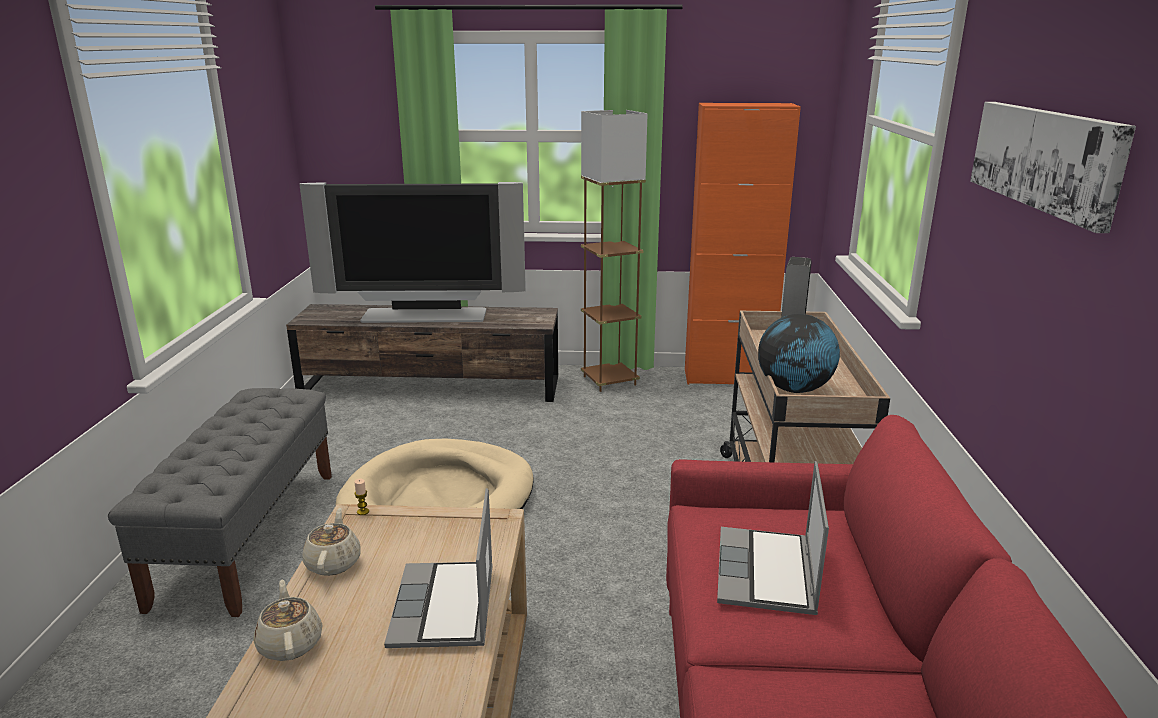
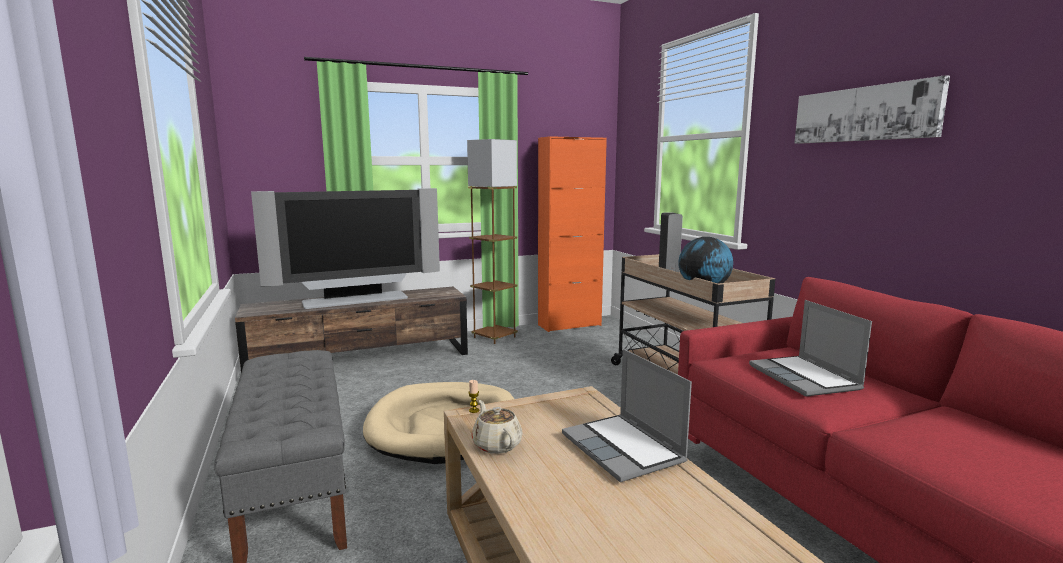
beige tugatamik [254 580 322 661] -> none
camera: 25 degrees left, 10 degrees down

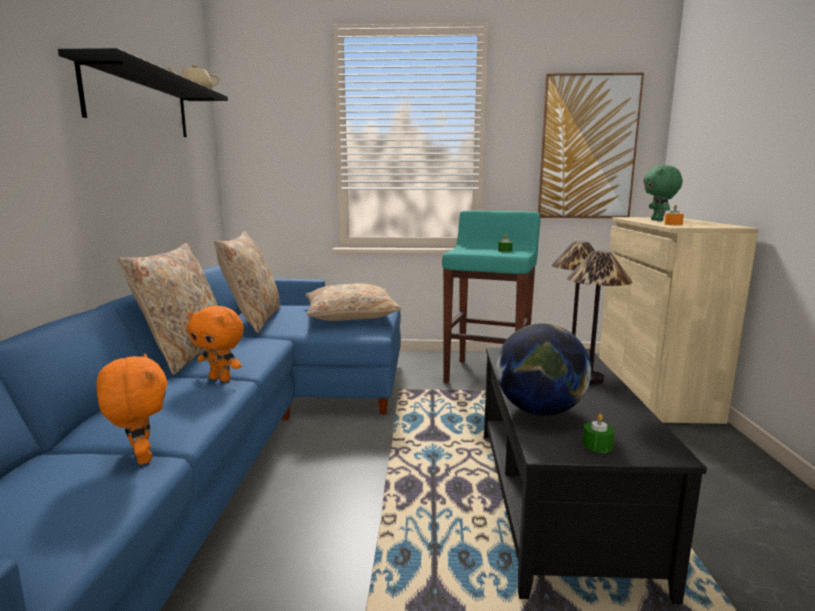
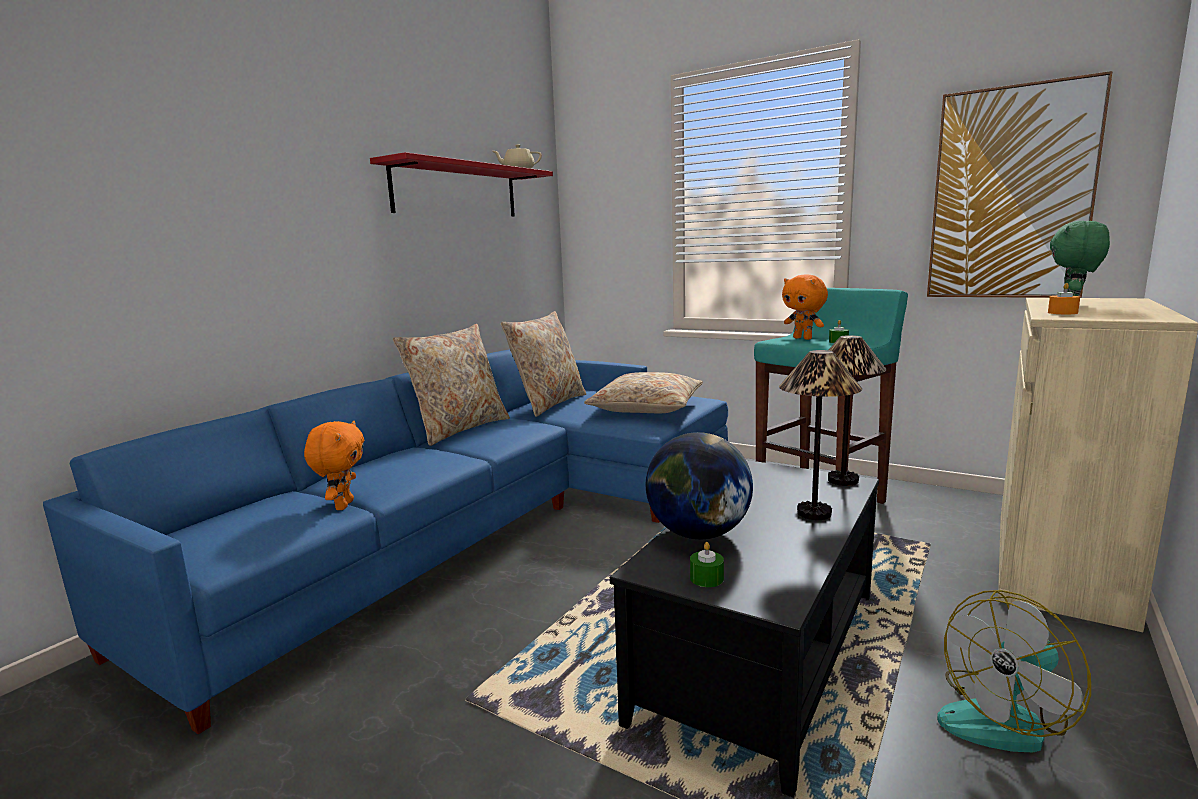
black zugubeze [58 48 228 137] -> red zugubeze [370 152 553 217]
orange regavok [188 306 244 382] -> orange regavok [782 275 828 340], relocated
none -> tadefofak [937 590 1091 752]
camera: 30 degrees right, 0 degrees up

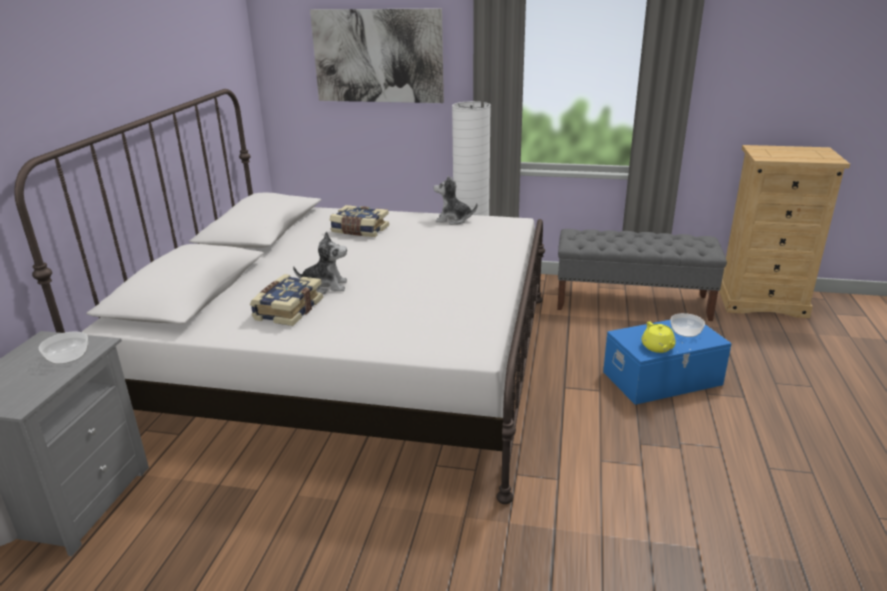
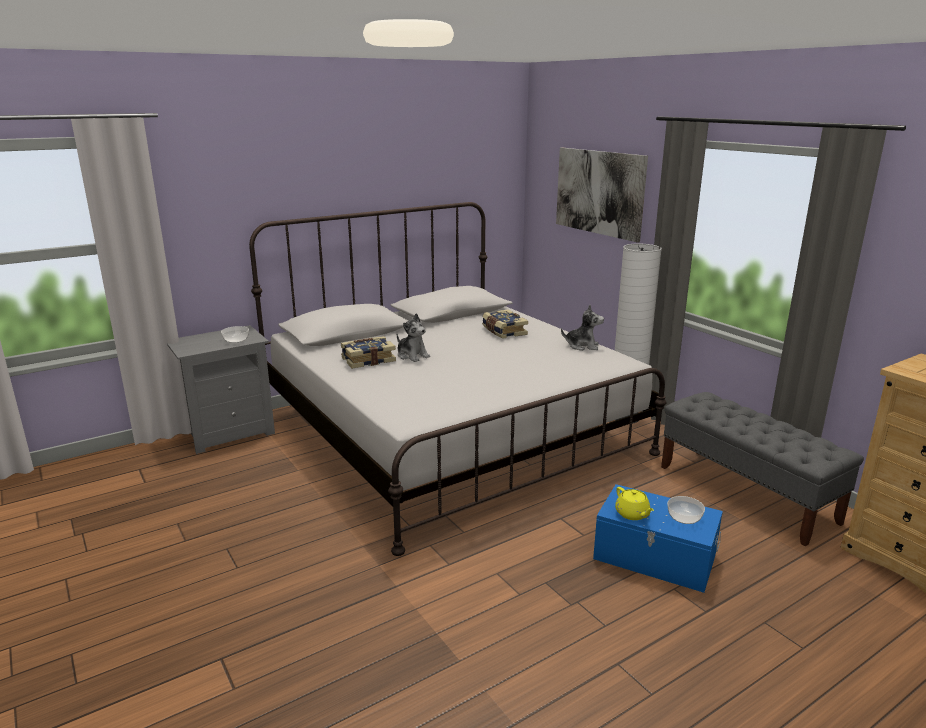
regavok [434 176 477 225] -> regavok [561 305 604 351], 135 degrees clockwise
yellow tugatamik [642 322 675 353] -> yellow tugatamik [615 487 654 520], 60 degrees counterclockwise
camera: 45 degrees right, 5 degrees down

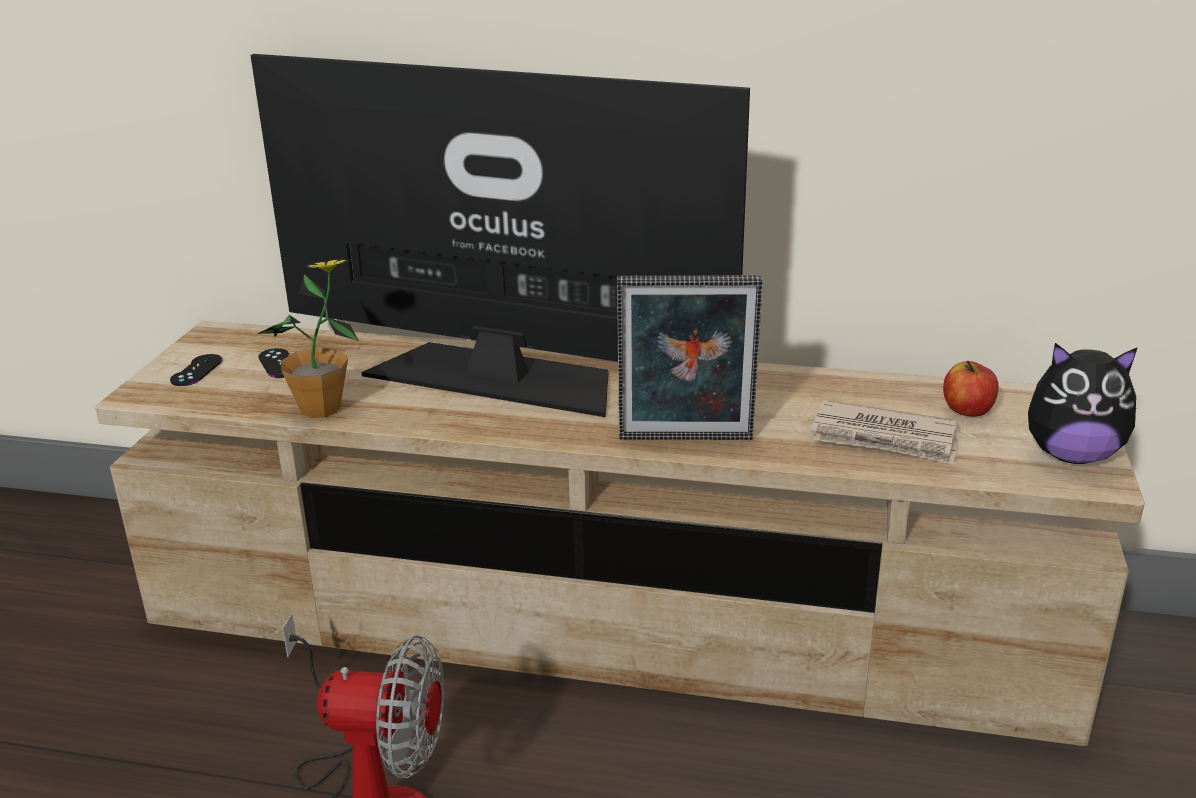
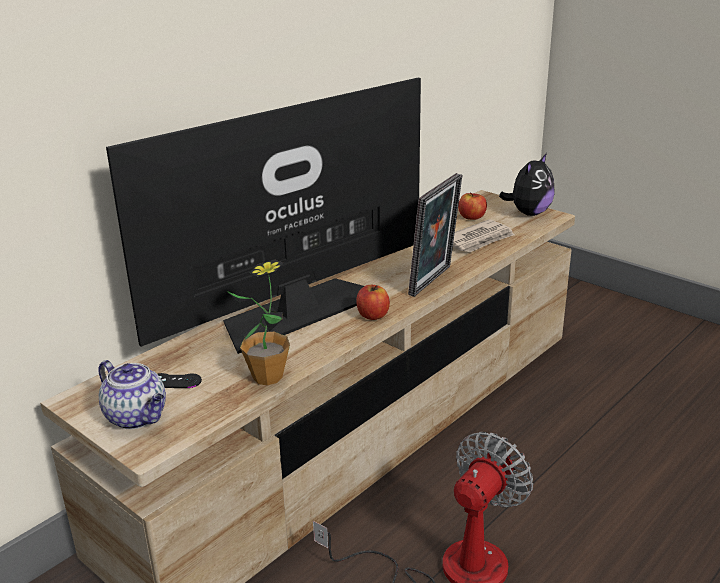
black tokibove [170 354 222 386] -> tugatamik [98 360 166 429]
none -> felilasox [356 285 390 320]
camera: 60 degrees left, 0 degrees up

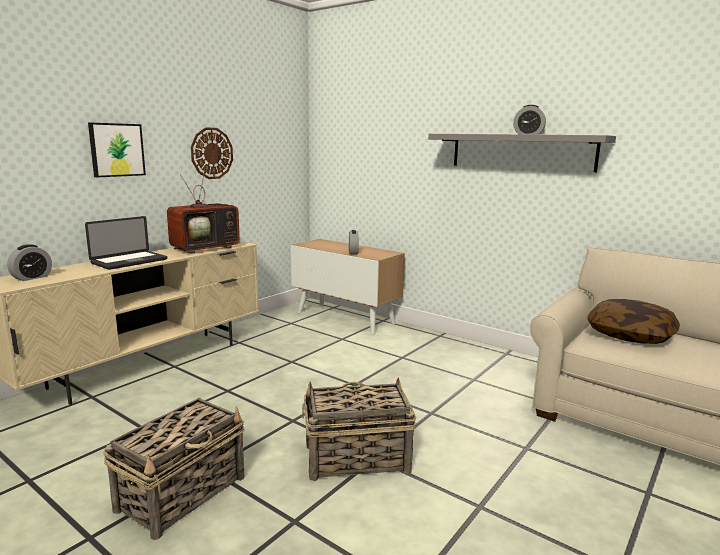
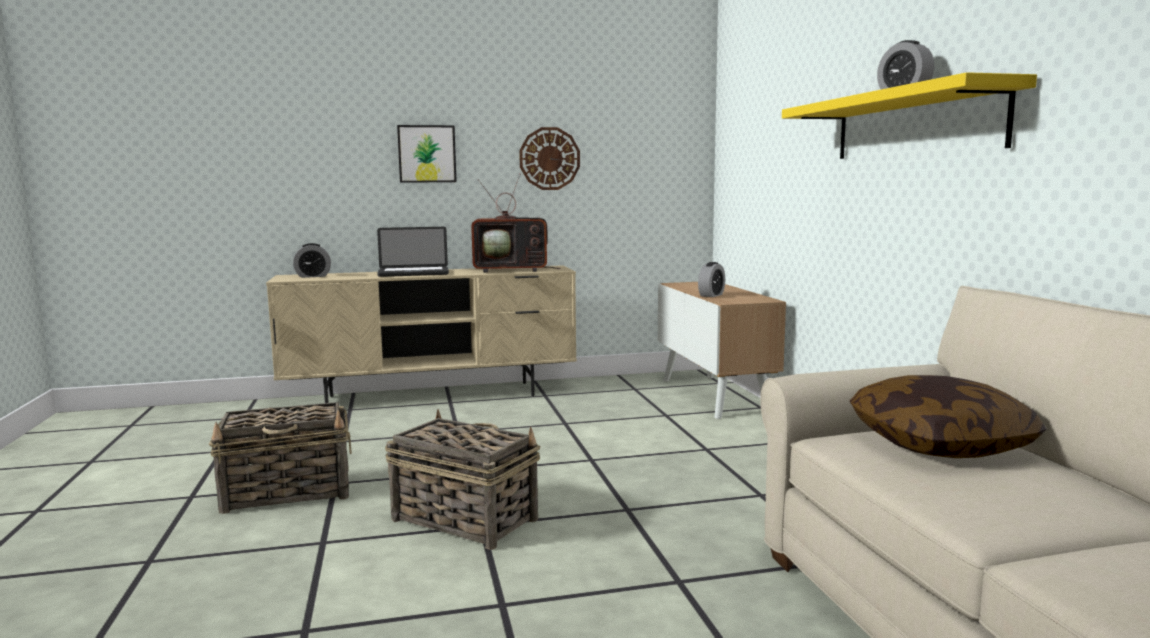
grey zugubeze [428 134 616 172] -> yellow zugubeze [782 72 1037 159]
camera: 40 degrees right, 5 degrees down

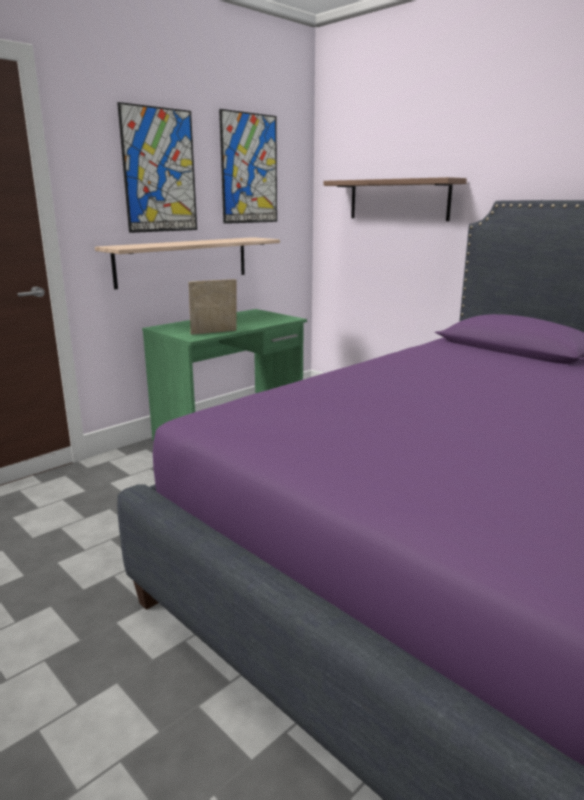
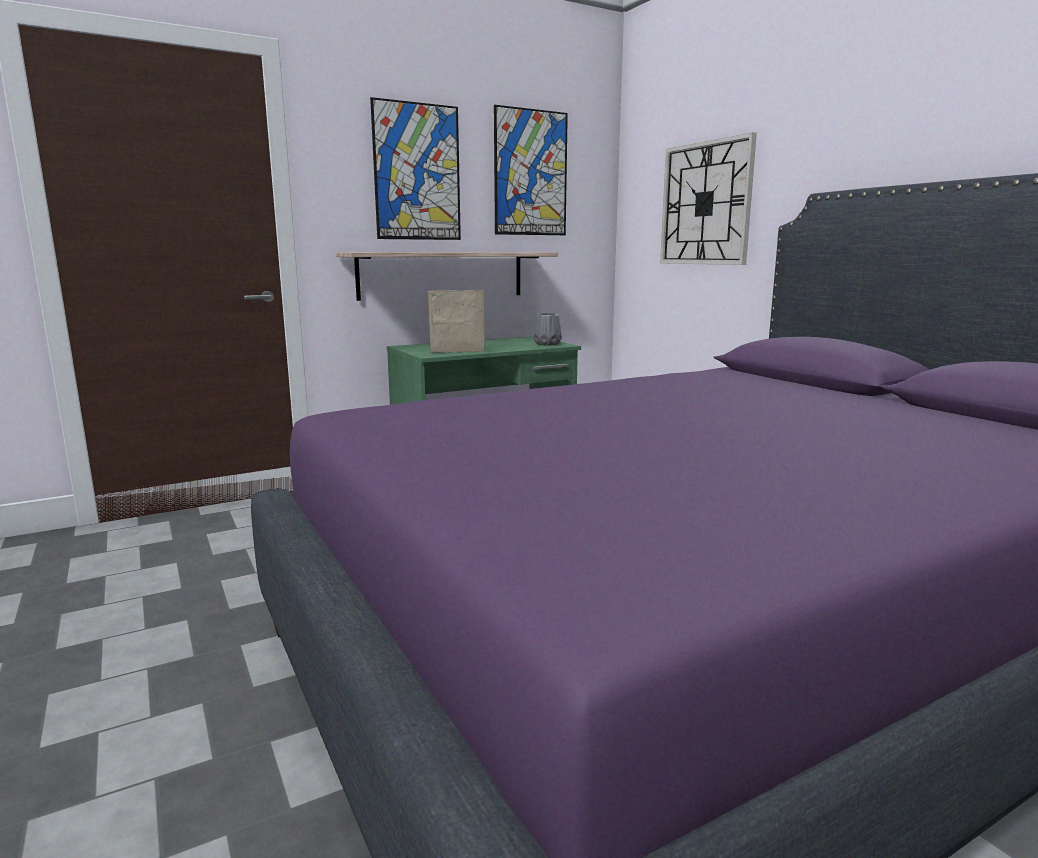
none -> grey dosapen [534 313 562 346]
zugubeze [323 177 467 221] -> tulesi [660 132 757 265]
camera: 15 degrees right, 5 degrees down

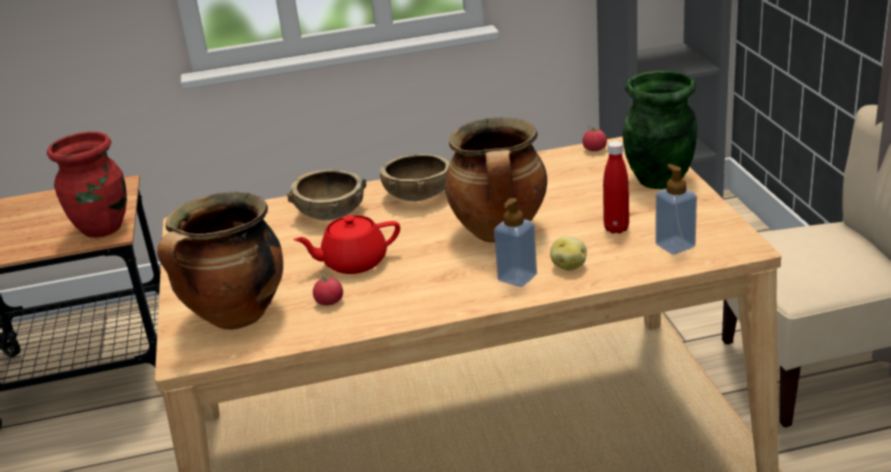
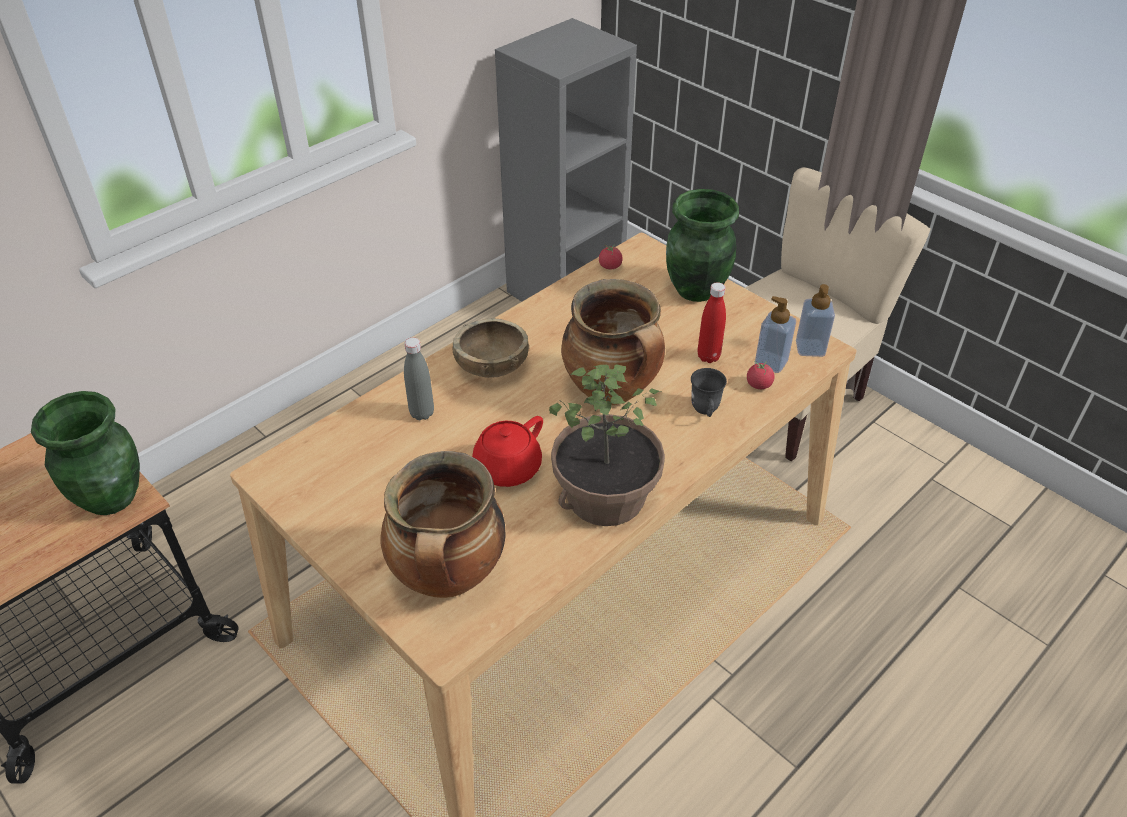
red dosapen [47 132 127 238] -> green dosapen [31 391 140 515]
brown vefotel [287 169 366 220] -> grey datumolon [404 338 434 420]
none -> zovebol [549 364 665 526]
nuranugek [550 236 587 271] -> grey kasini [691 368 727 417]
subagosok [313 273 343 305] -> subagosok [747 361 775 389], relocated
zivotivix [494 198 537 287] -> zivotivix [796 284 835 357], relocated
camera: 35 degrees left, 15 degrees up

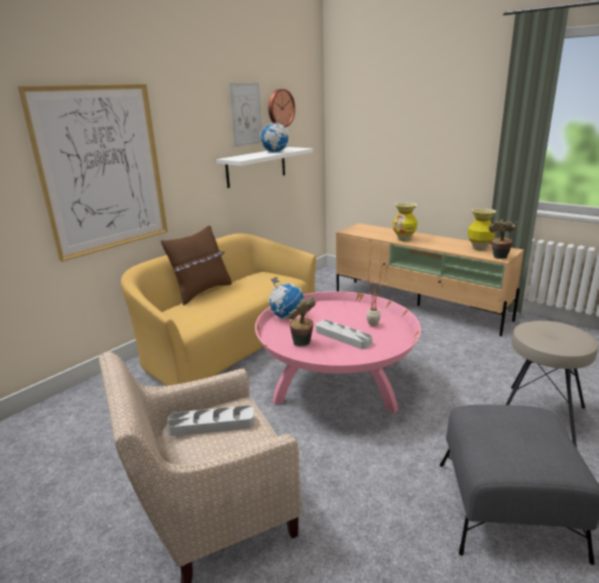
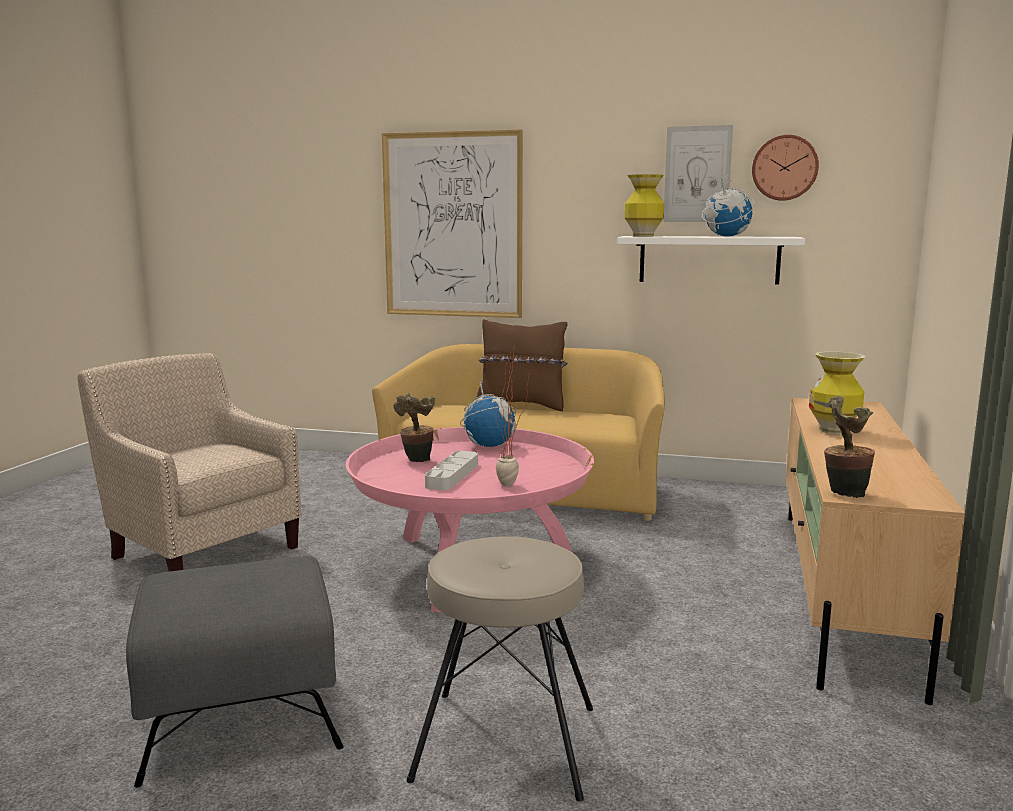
dosapen [468 208 496 251] -> dosapen [624 174 664 237], relocated
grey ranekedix [167 405 255 436] -> none
camera: 65 degrees right, 10 degrees down

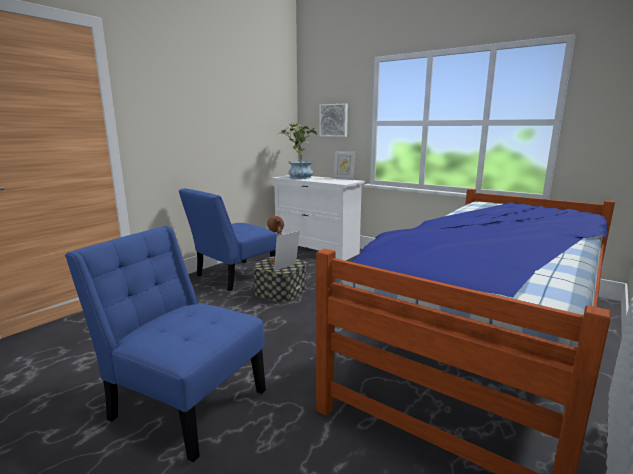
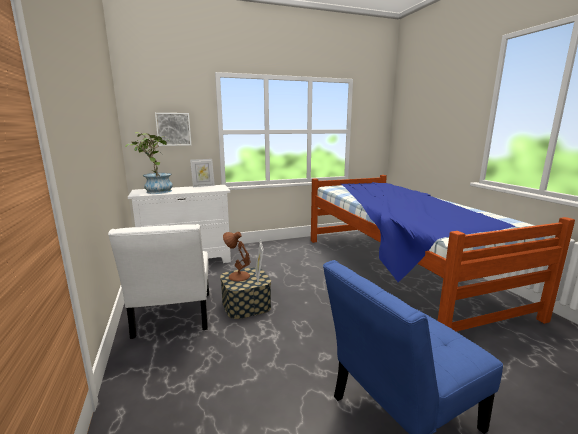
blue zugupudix [179 188 277 291] -> white zugupudix [108 224 209 339]
camera: 55 degrees left, 0 degrees up

